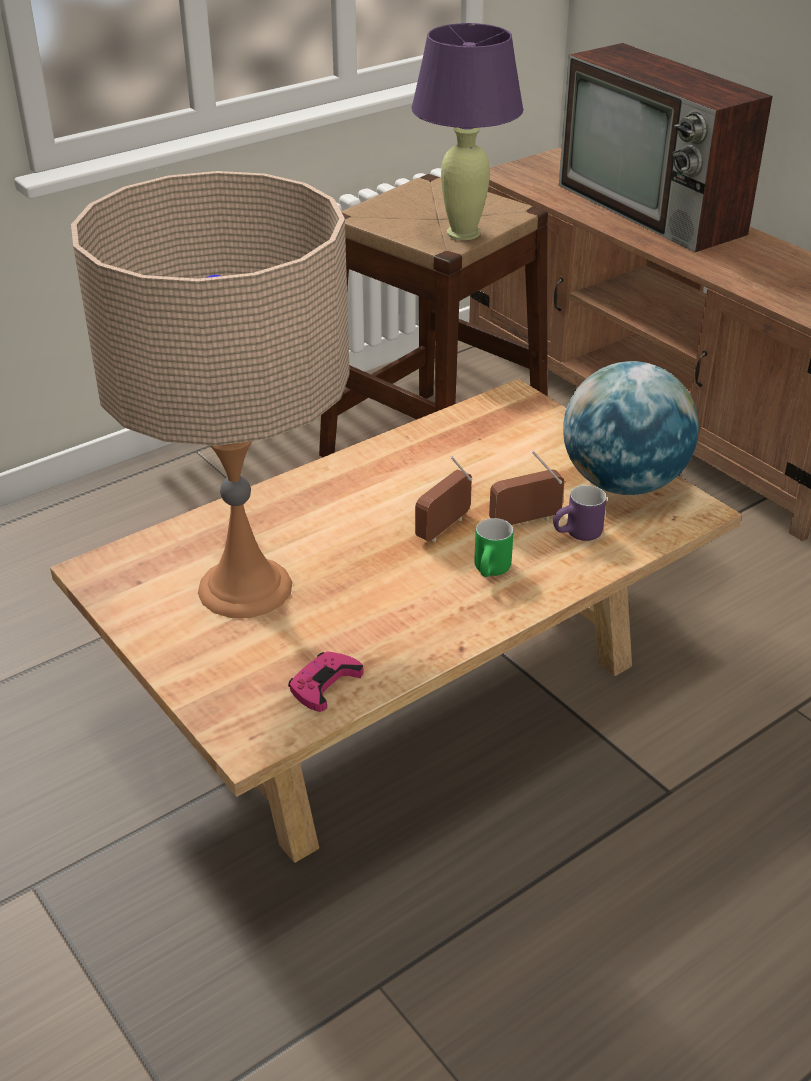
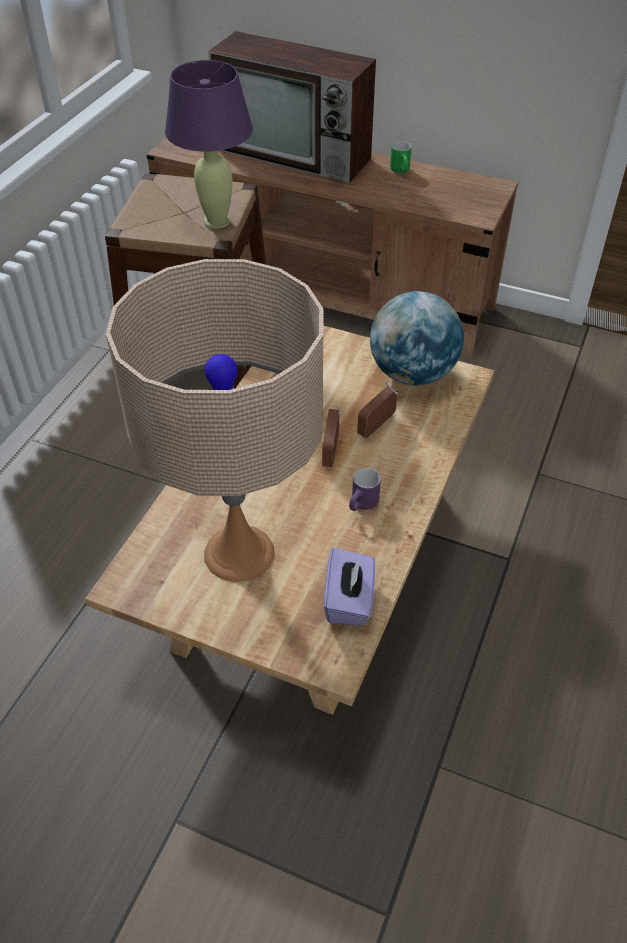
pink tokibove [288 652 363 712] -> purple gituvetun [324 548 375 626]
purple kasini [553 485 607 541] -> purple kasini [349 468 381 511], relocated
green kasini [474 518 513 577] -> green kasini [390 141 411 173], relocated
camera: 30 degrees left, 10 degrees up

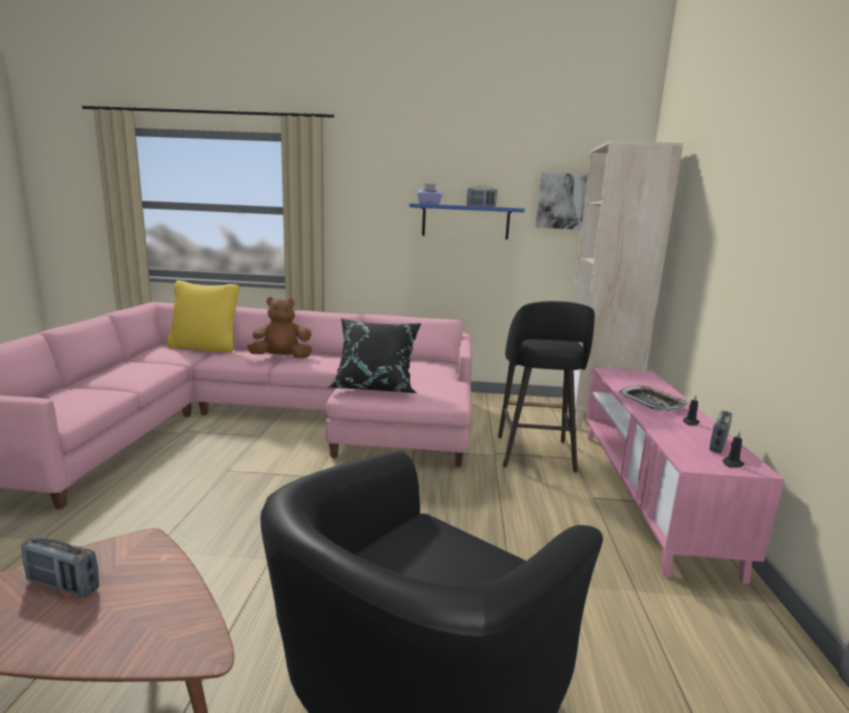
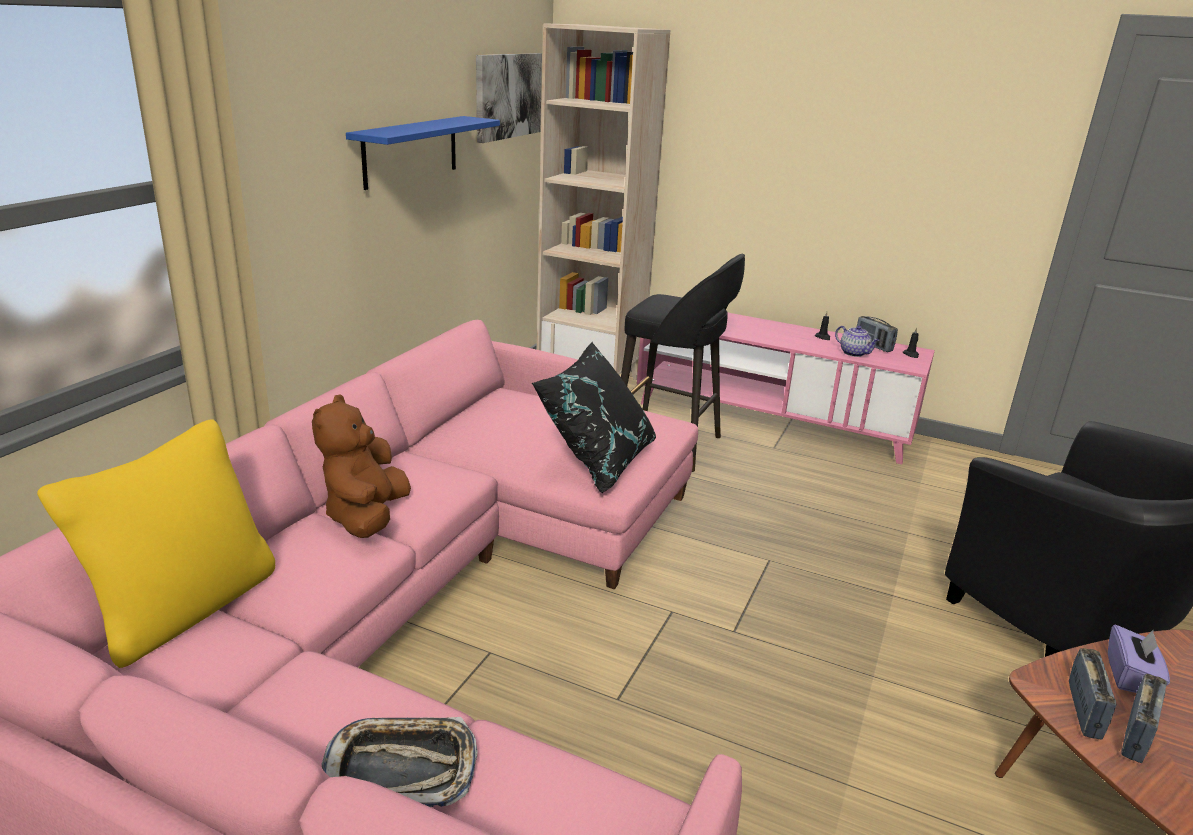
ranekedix [618 386 688 412] -> ranekedix [321 717 478 807], relocated
none -> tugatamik [835 326 880 357]
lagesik [467 186 497 207] -> lagesik [1069 648 1116 740], relocated
purple gituvetun [417 184 442 205] -> purple gituvetun [1108 624 1170 693], relocated
camera: 70 degrees left, 10 degrees up

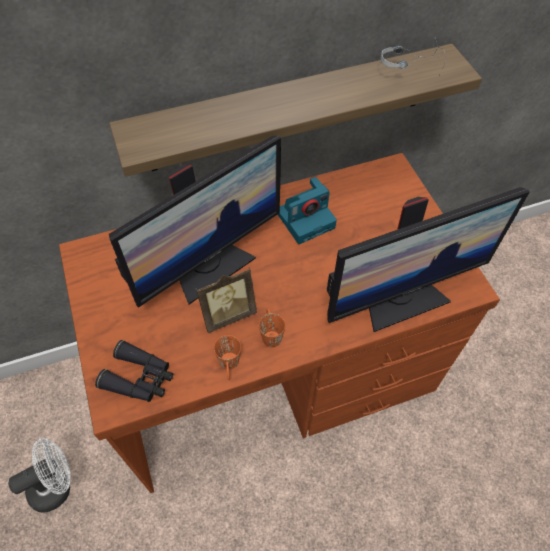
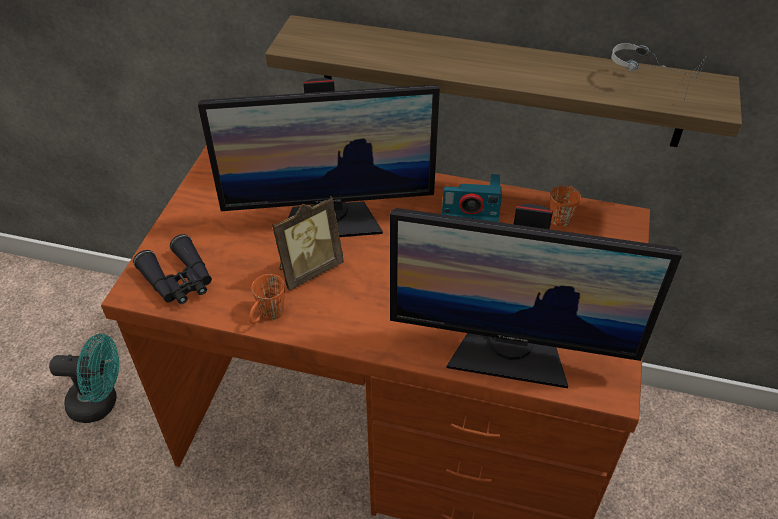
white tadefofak [8 438 70 513] -> turquoise tadefofak [49 334 119 423]
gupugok [196 268 257 333] -> gupugok [272 196 344 291], 45 degrees counterclockwise
orange kasini [259 308 285 347] -> orange kasini [550 185 581 228], relocated
camera: 35 degrees right, 10 degrees down

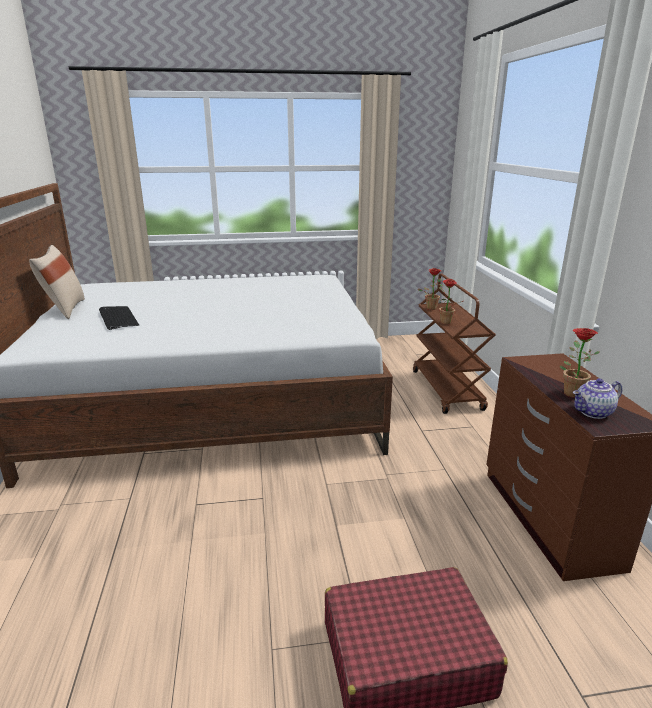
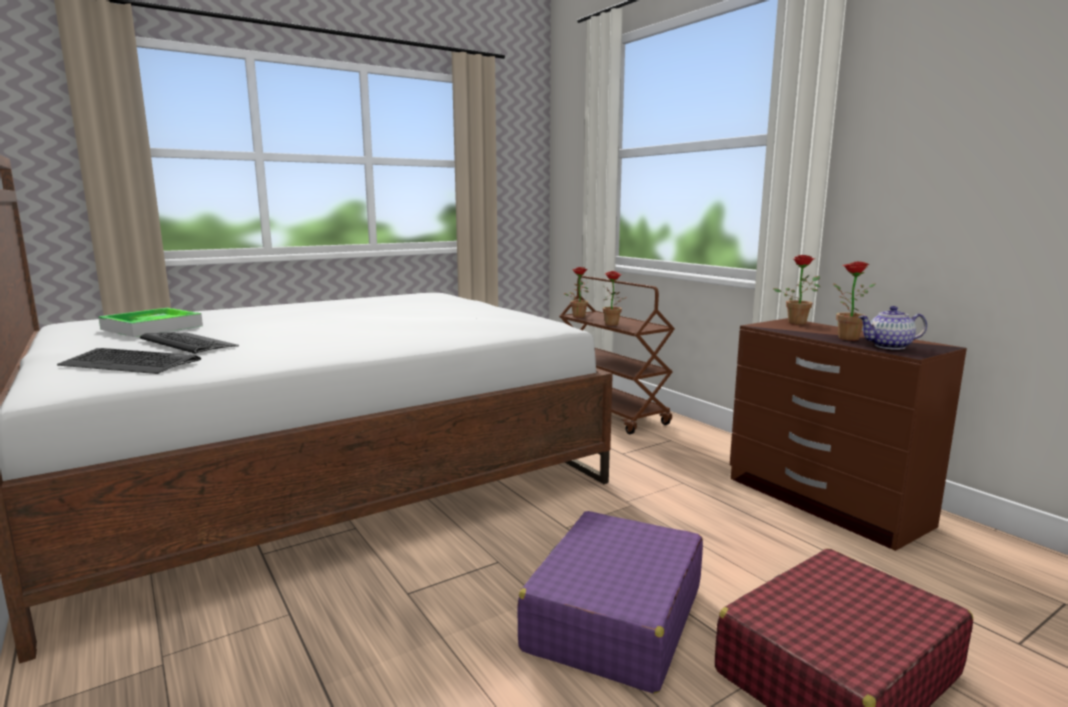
none -> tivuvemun [57 348 201 374]
none -> ranekedix [98 308 203 337]
none -> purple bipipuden [517 511 703 694]
none -> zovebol [773 255 820 325]
tugatamik [573 378 622 419] -> tugatamik [859 306 927 350], 45 degrees clockwise
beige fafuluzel [29 245 85 319] -> none
camera: 25 degrees left, 10 degrees down

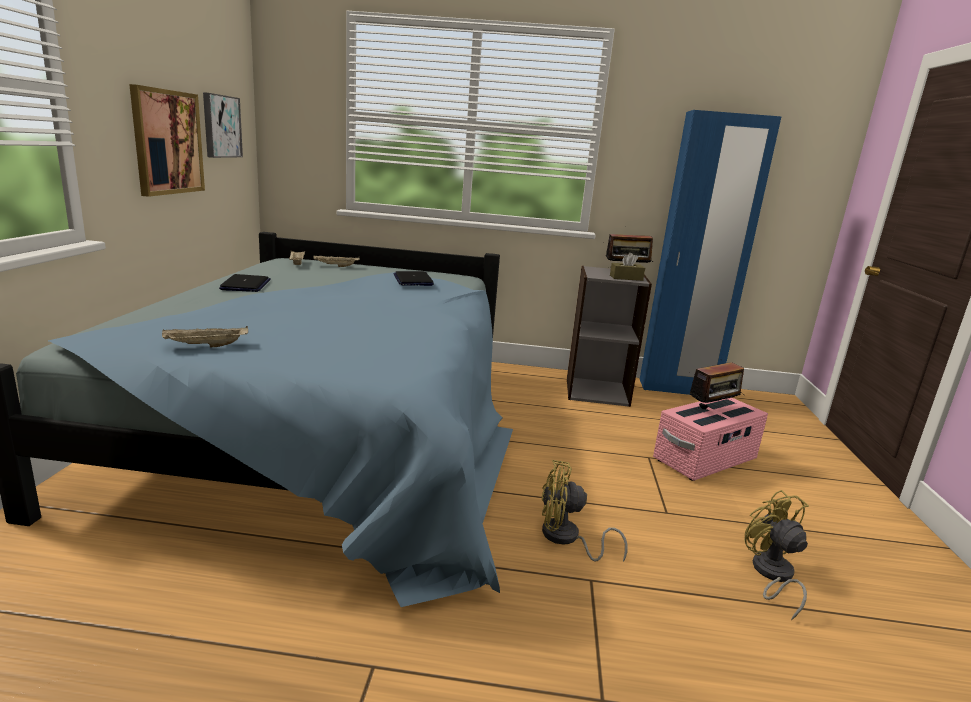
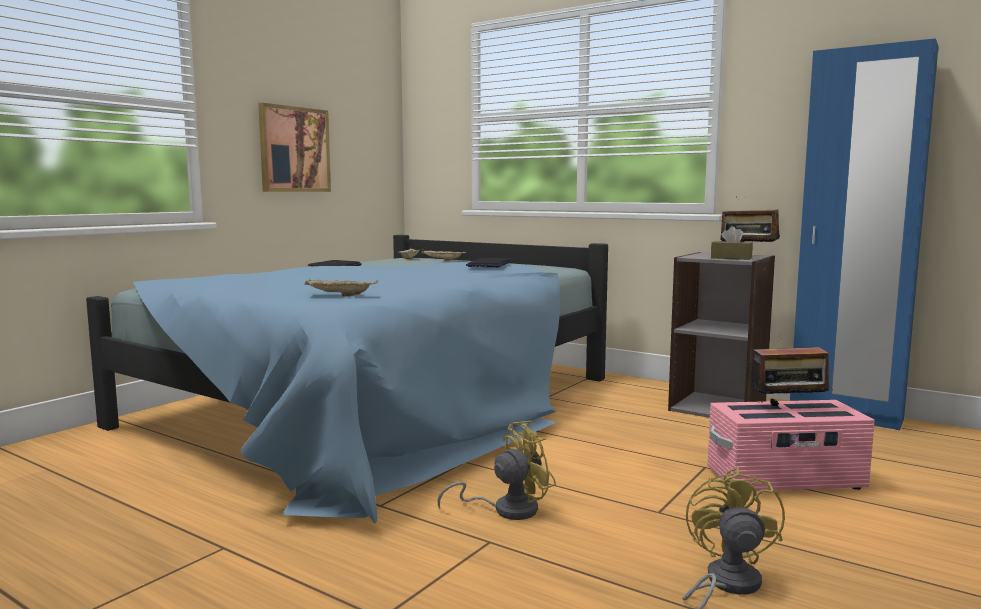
beige ranekedix [162 326 248 347] -> beige ranekedix [304 279 378 296], relocated
yellow tadefofak [542 460 628 562] -> yellow tadefofak [437 421 556 520], 120 degrees clockwise
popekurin [203 92 243 158] -> none
camera: 30 degrees right, 10 degrees down

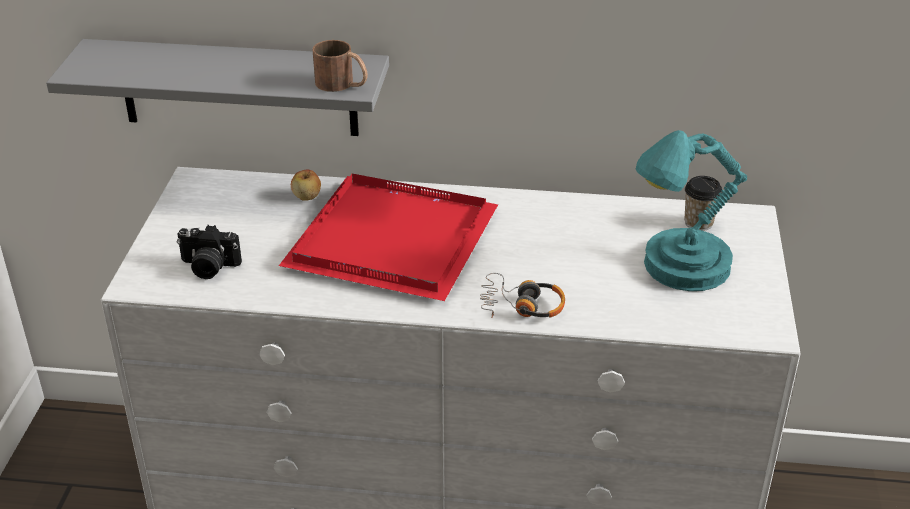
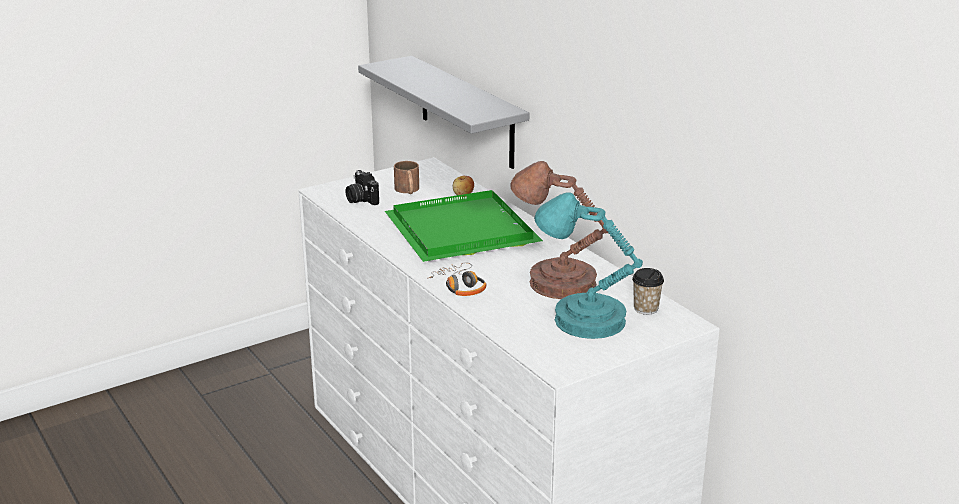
red ranekedix [279 174 498 301] -> green ranekedix [385 190 543 262]
brown kasini [312 40 368 92] -> brown kasini [394 161 419 194], relocated
none -> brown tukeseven [510 161 608 299]
camera: 50 degrees right, 10 degrees down

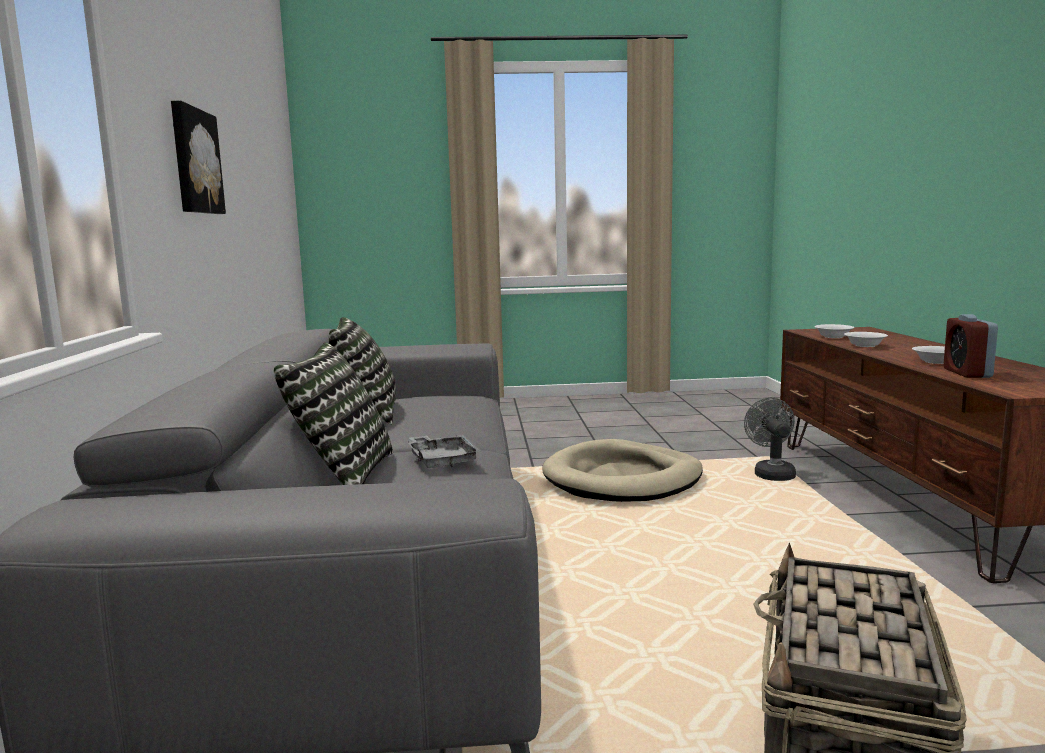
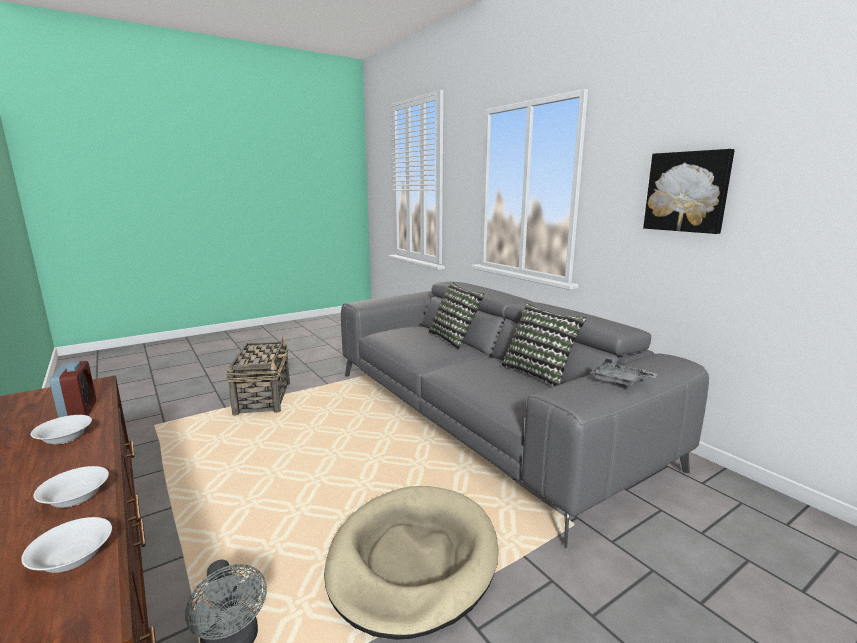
grey ranekedix [408 434 481 468] -> grey ranekedix [592 358 658 387], relocated
camera: 150 degrees right, 5 degrees up

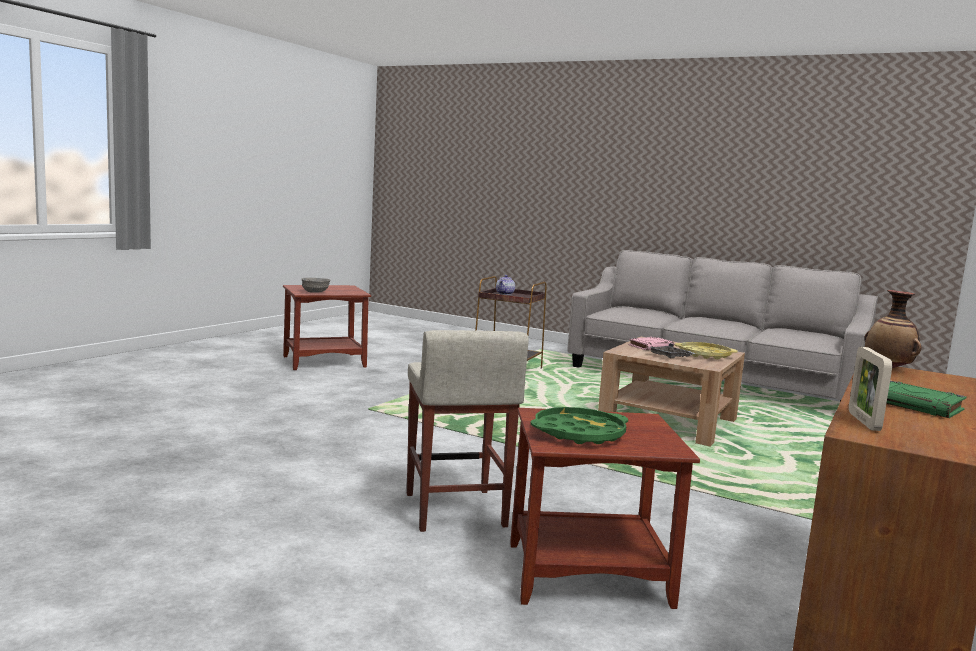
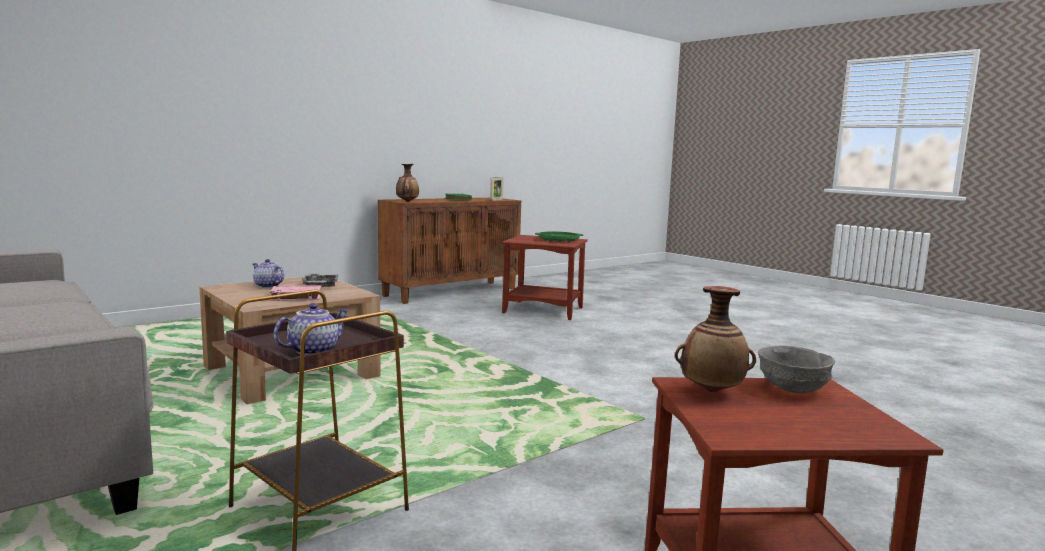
yellow ranekedix [675 342 738 360] -> tugatamik [253 259 284 288]
none -> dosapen [675 286 756 393]
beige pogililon [407 330 529 532] -> none
camera: 160 degrees left, 0 degrees up

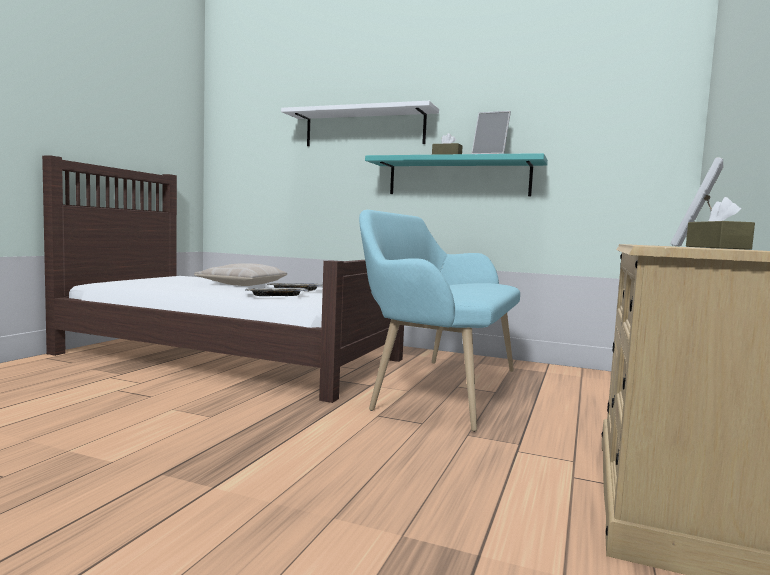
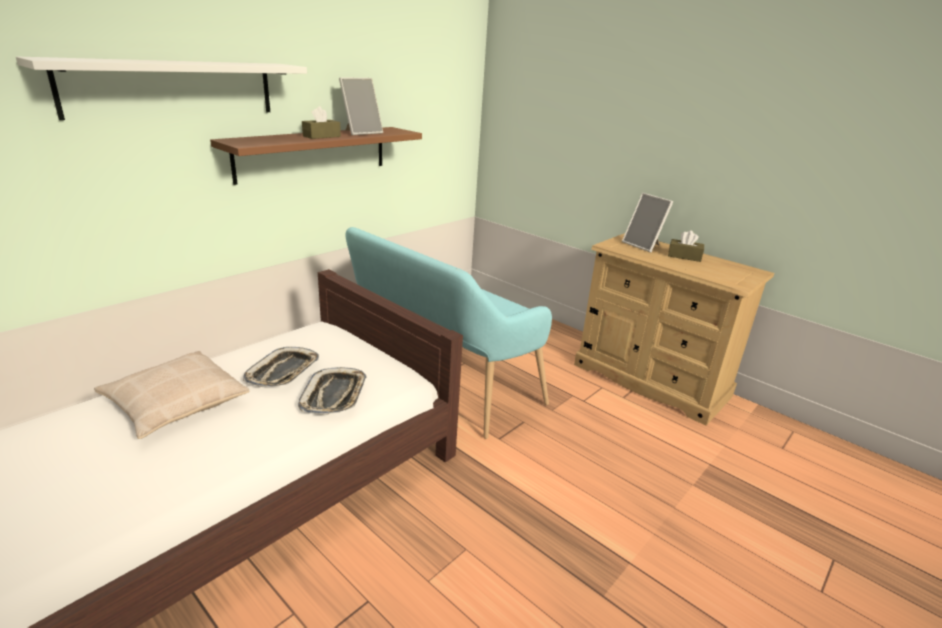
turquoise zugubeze [365 153 548 196] -> brown zugubeze [210 127 422 185]
camera: 70 degrees left, 20 degrees up

